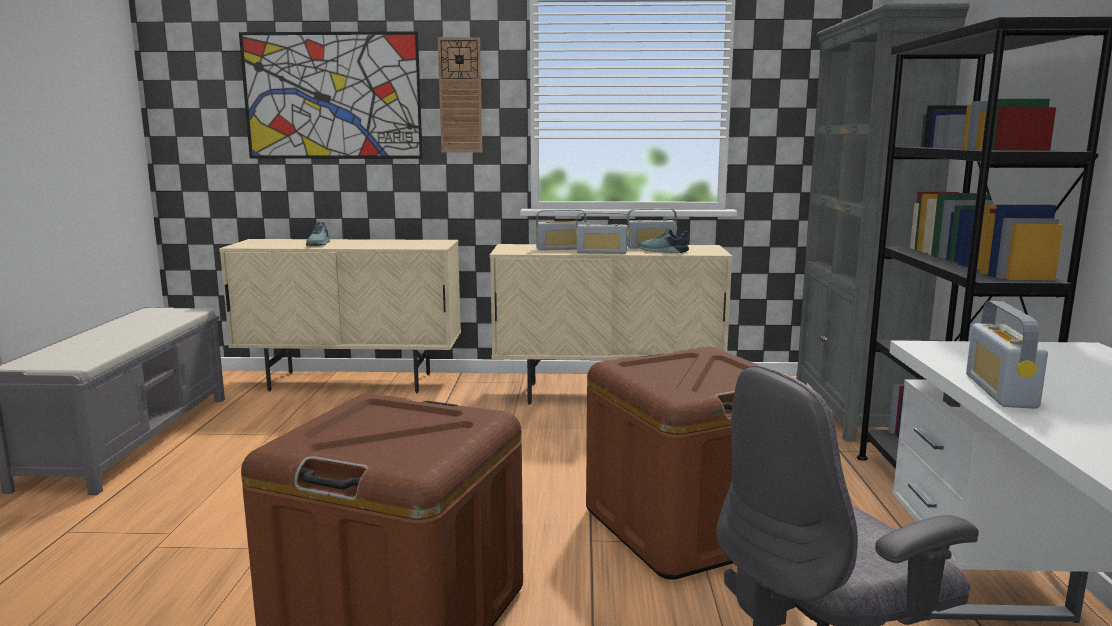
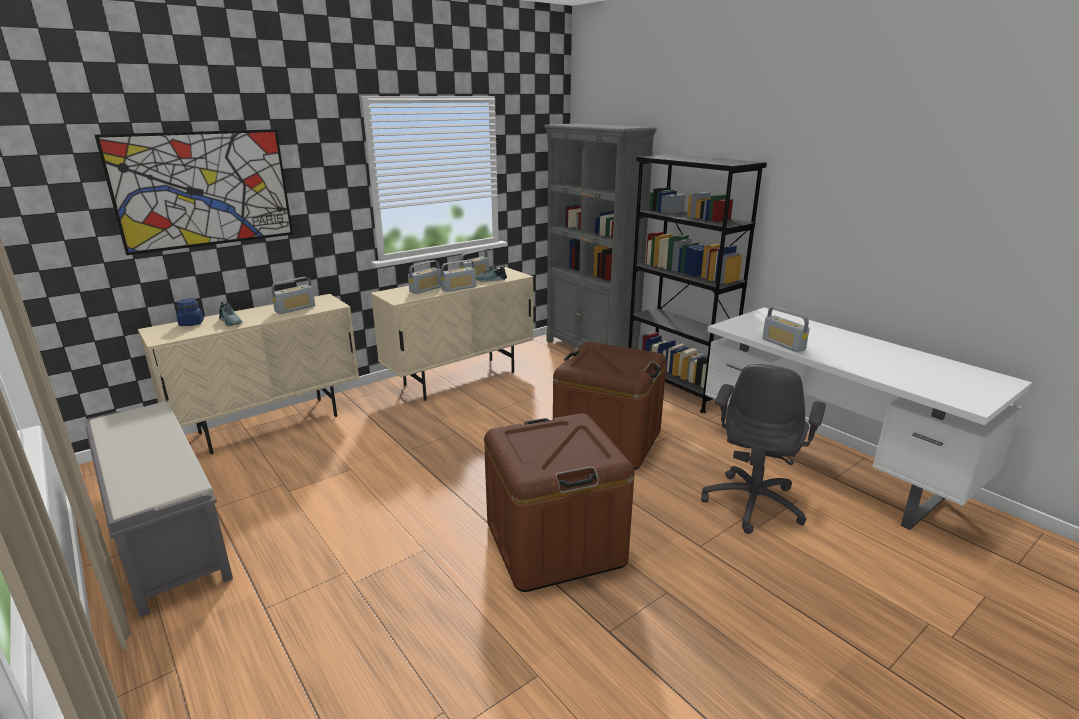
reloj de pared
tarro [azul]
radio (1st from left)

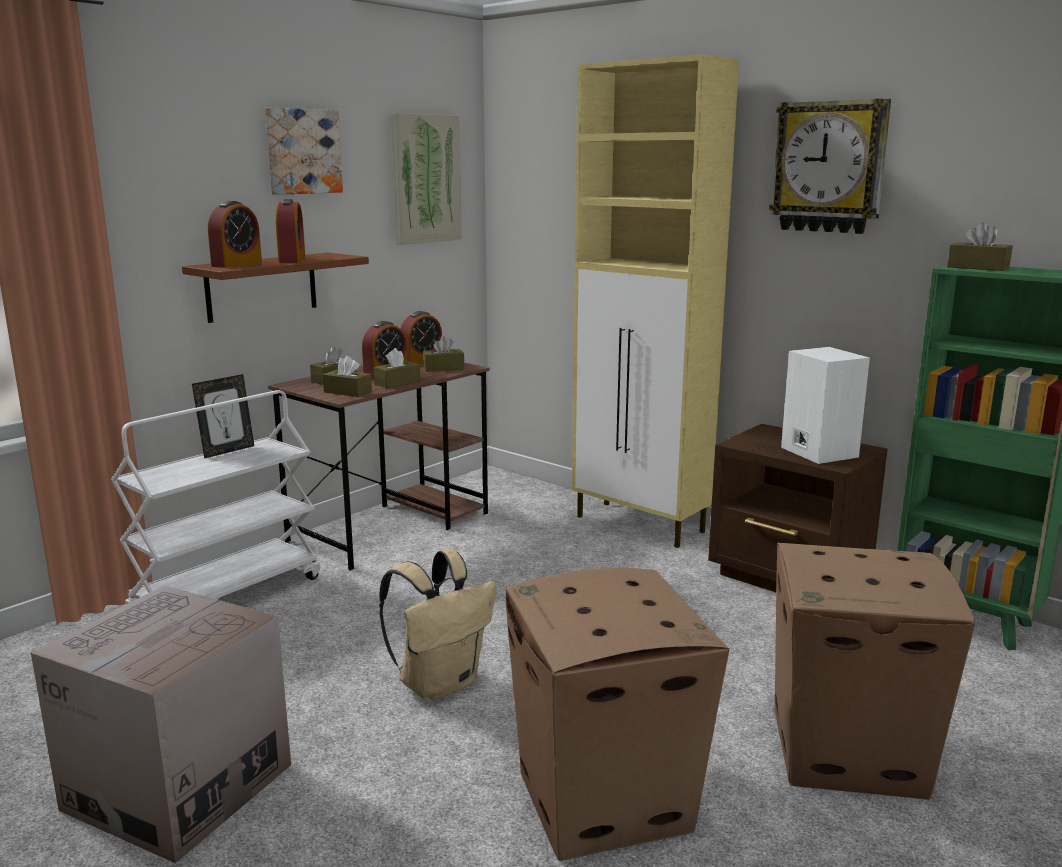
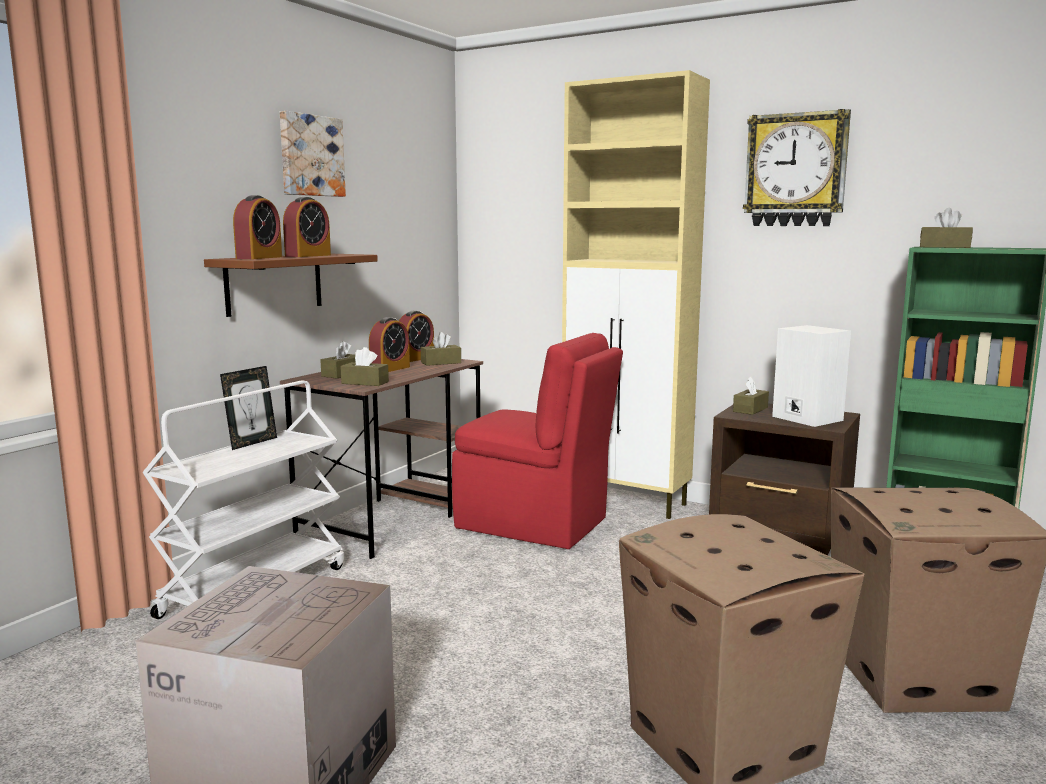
despertador (2nd from left)
caja de pañuelos [marrón] (4th from left)
mochila [beis]
cuadro (2nd from left in the first image)
silla [rojo]

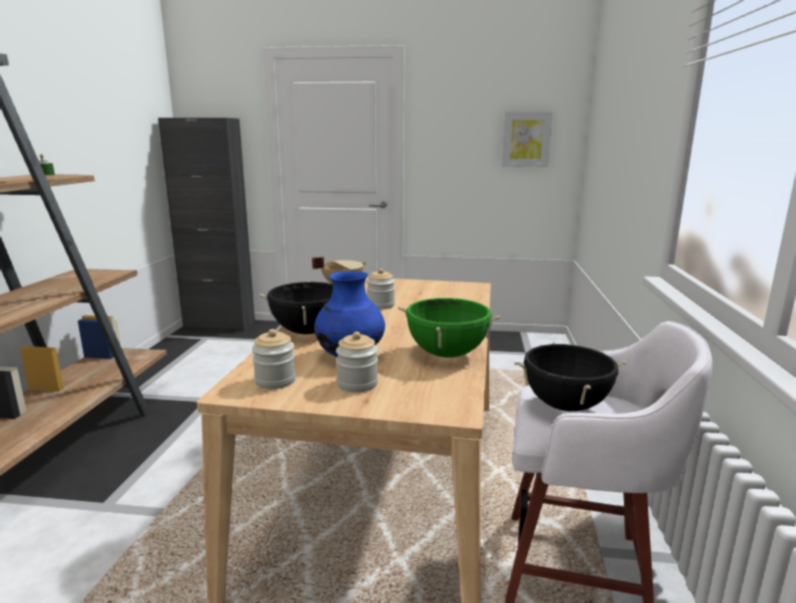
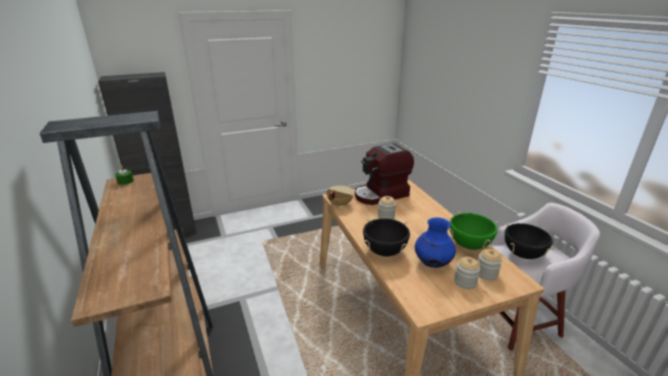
tarro (3rd from left)
cuadro
cafetera

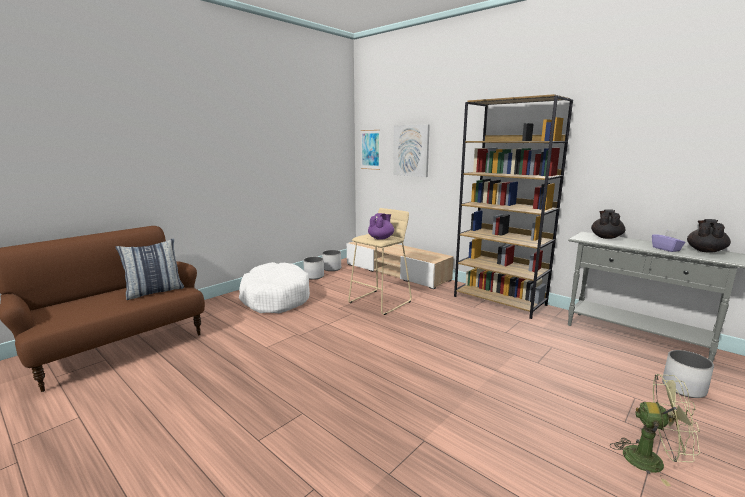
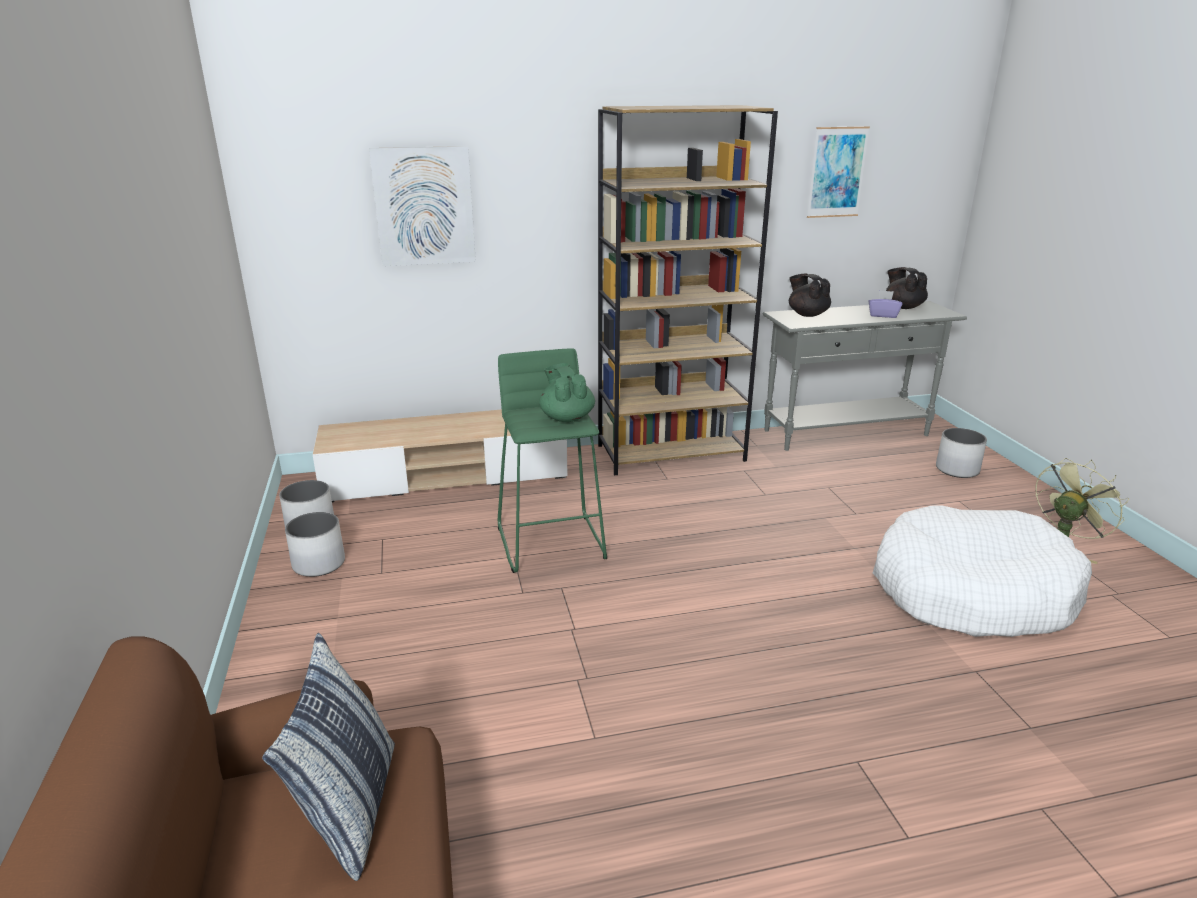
cama para perro [blanco]
taburete [verde]
cuadro (2nd from left)
tetera [verde]

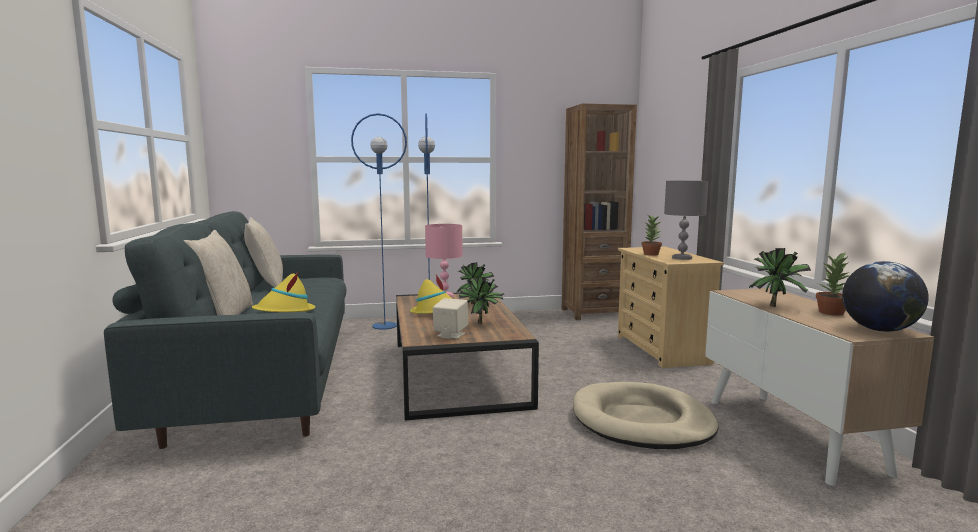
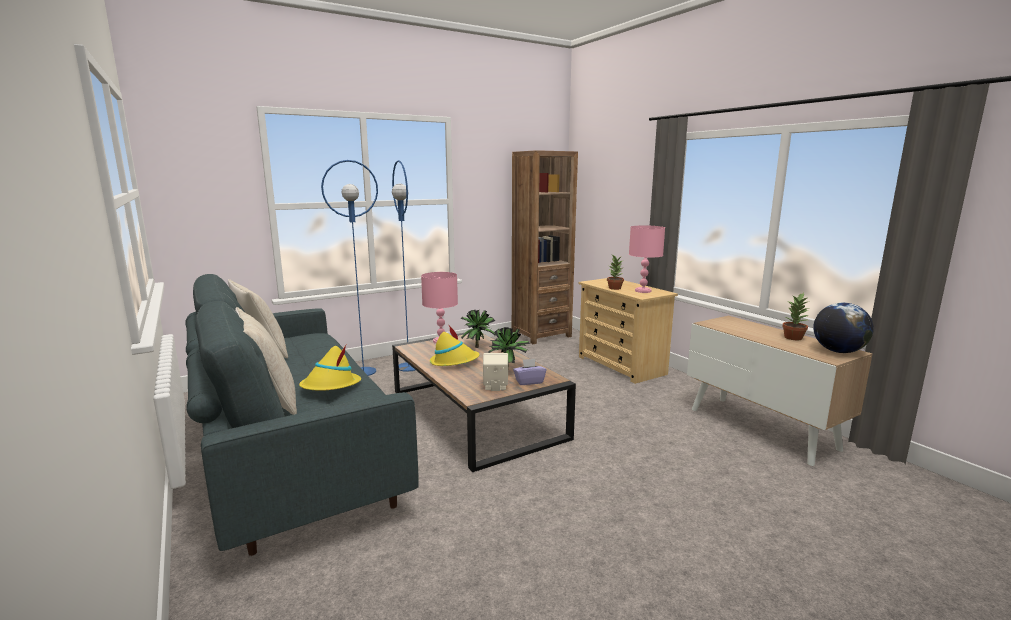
cama para perro [beis]
lámpara de mesa [rosa] (2nd from left)
planta en maceta (4th from left in the first image)
caja de pañuelos [morado]

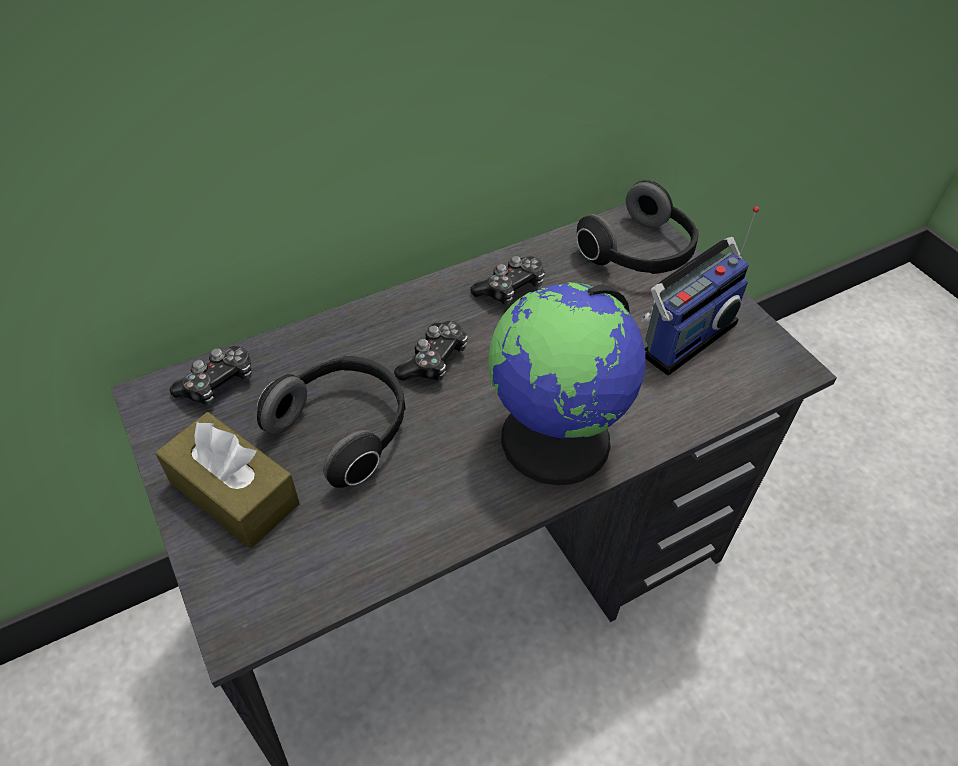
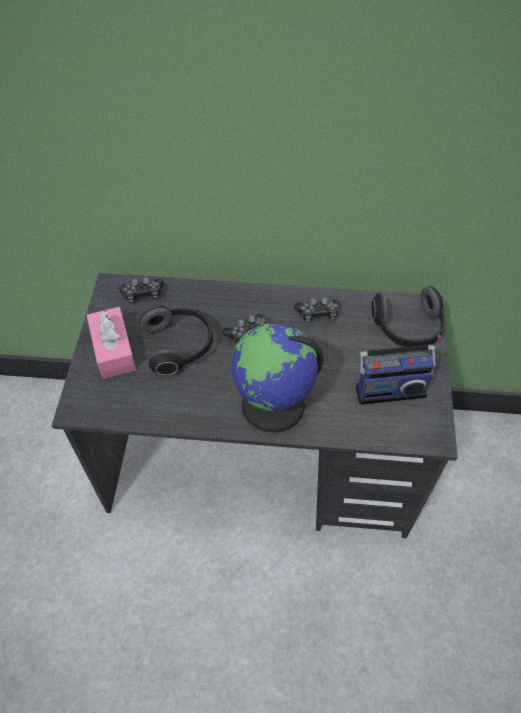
caja de pañuelos [rosa]

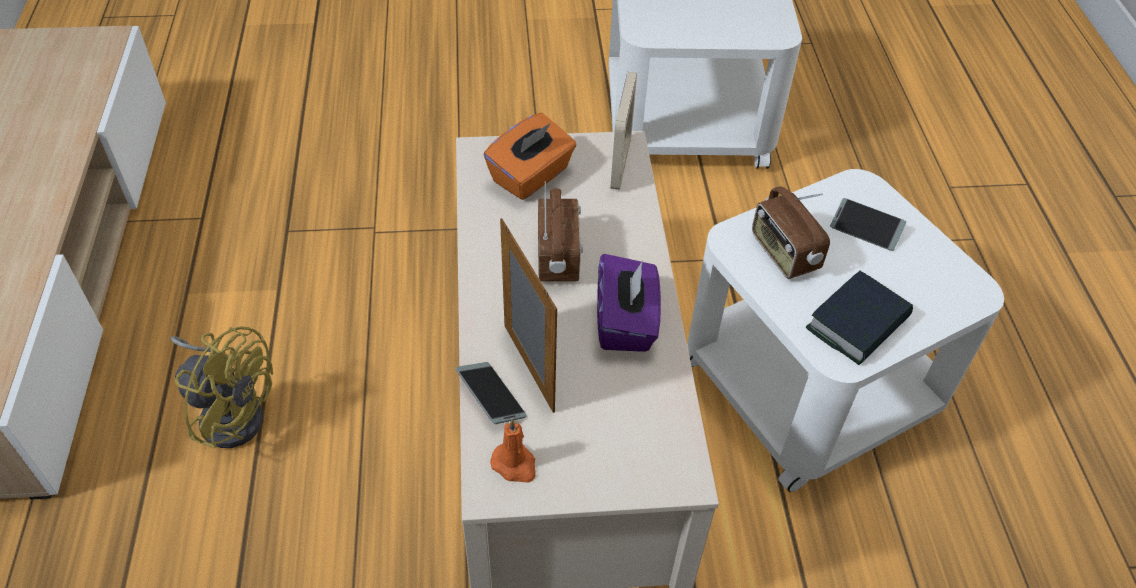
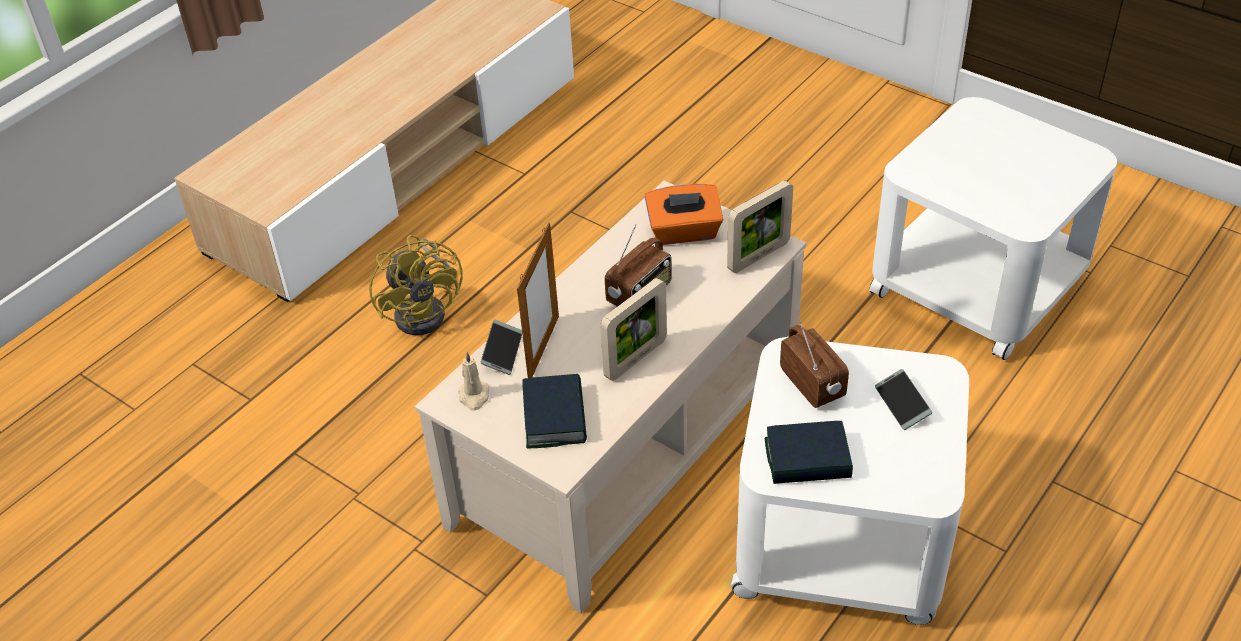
vela [beis]
portarretratos (2nd from left)
radio (2nd from left)
libro (1st from left)

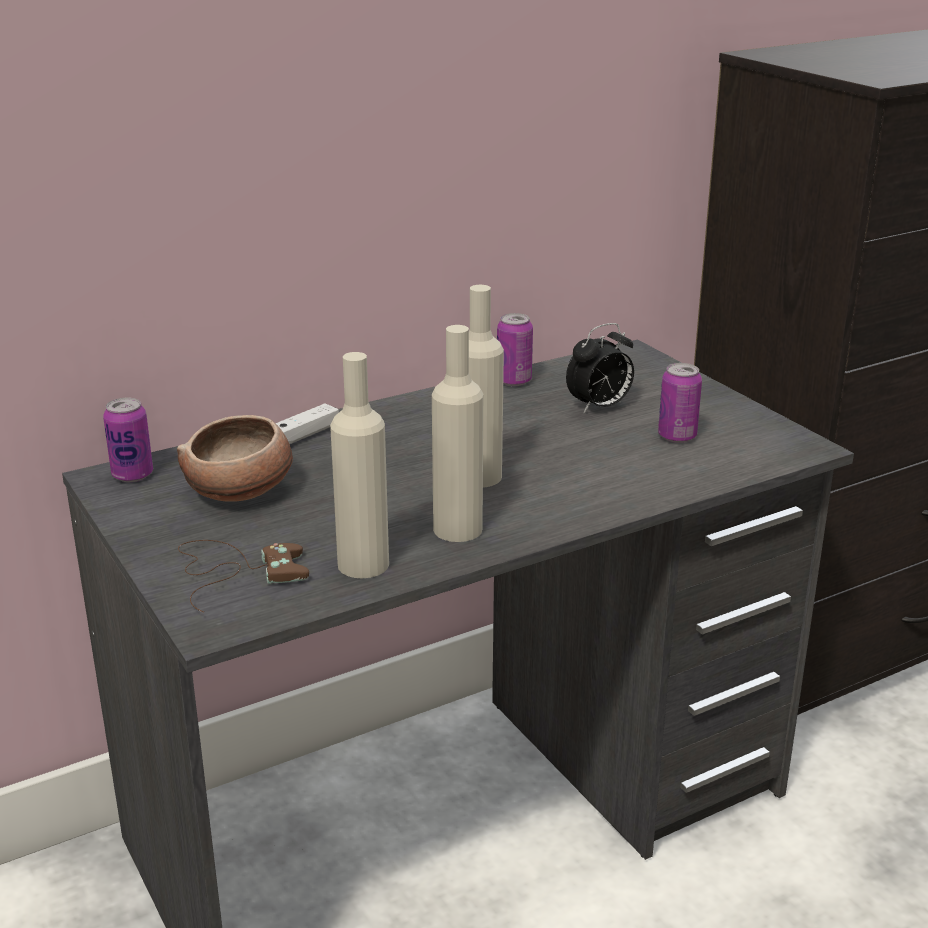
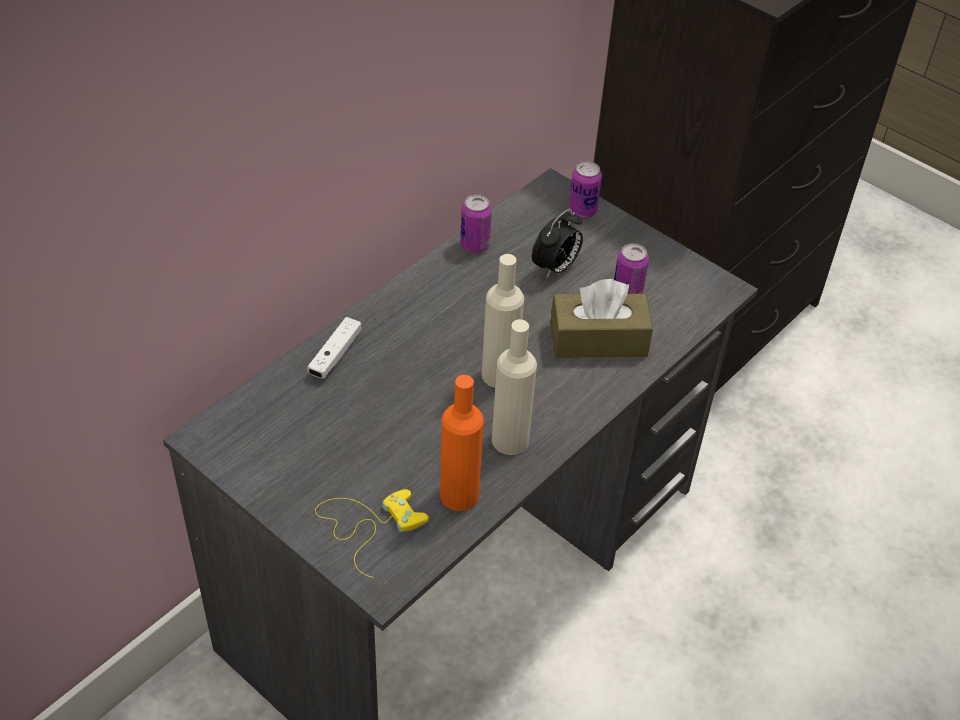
lata (2nd from left)
cuenco
mando de consola [amarillo]
botella [naranja]
caja de pañuelos [marrón]

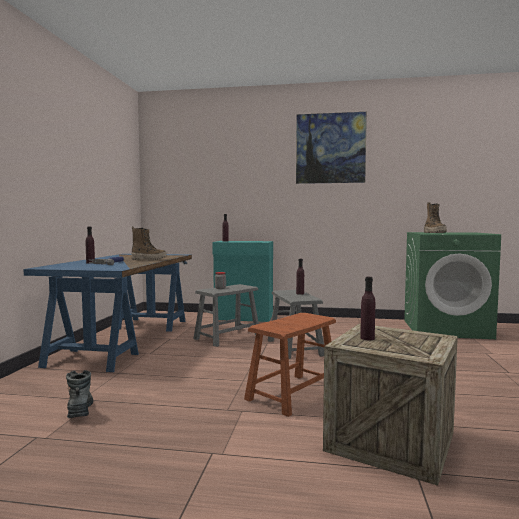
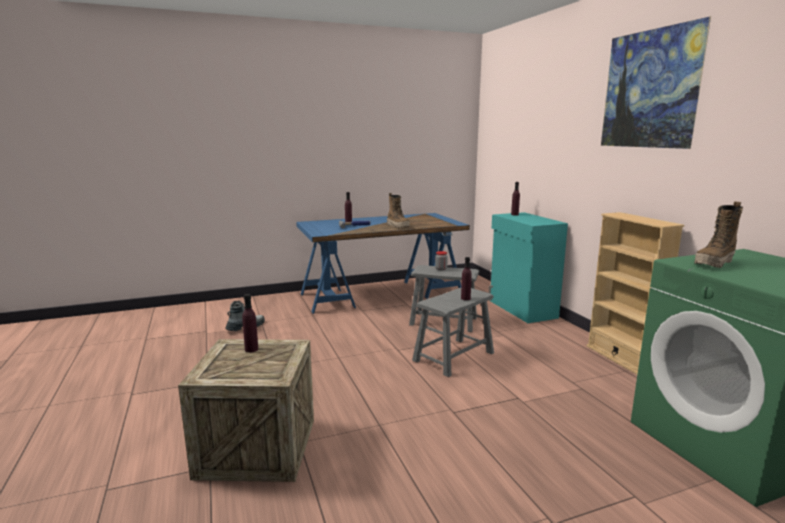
taburete [marrón]
estantería [beis]

